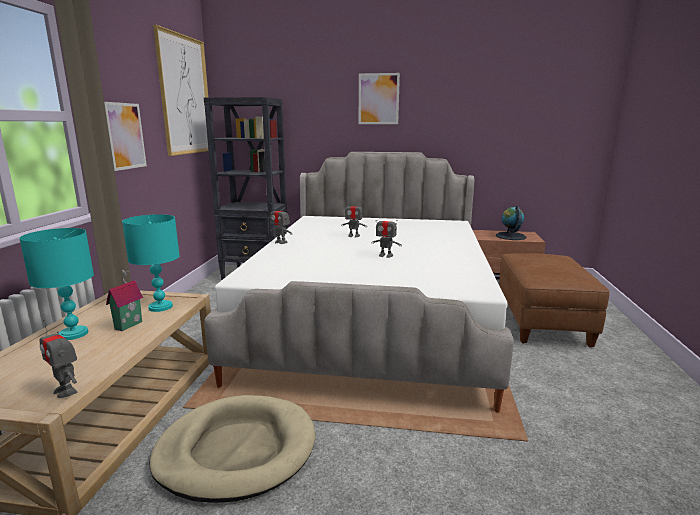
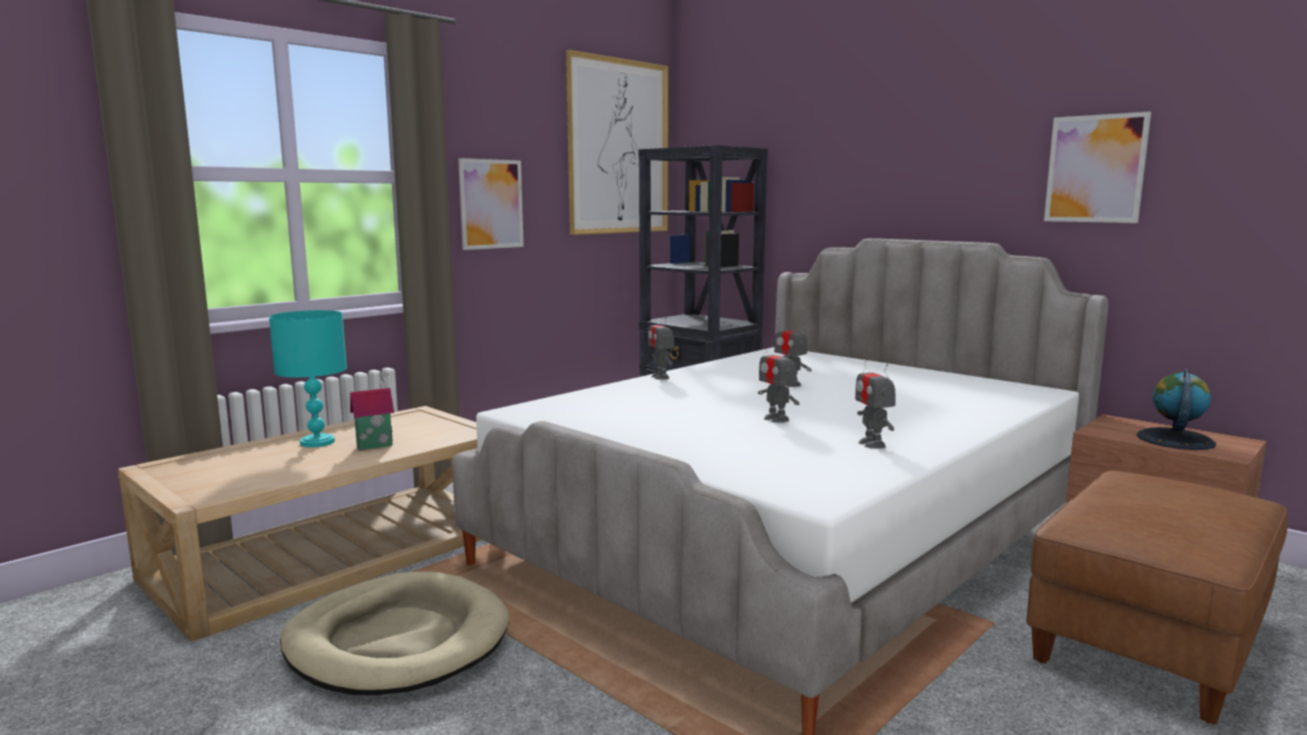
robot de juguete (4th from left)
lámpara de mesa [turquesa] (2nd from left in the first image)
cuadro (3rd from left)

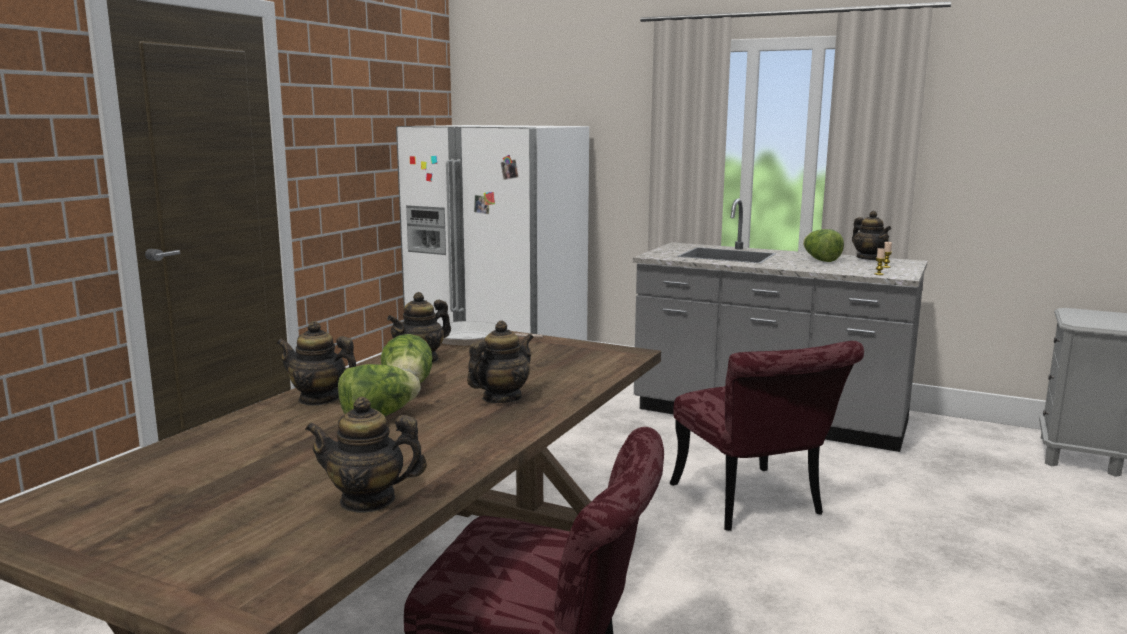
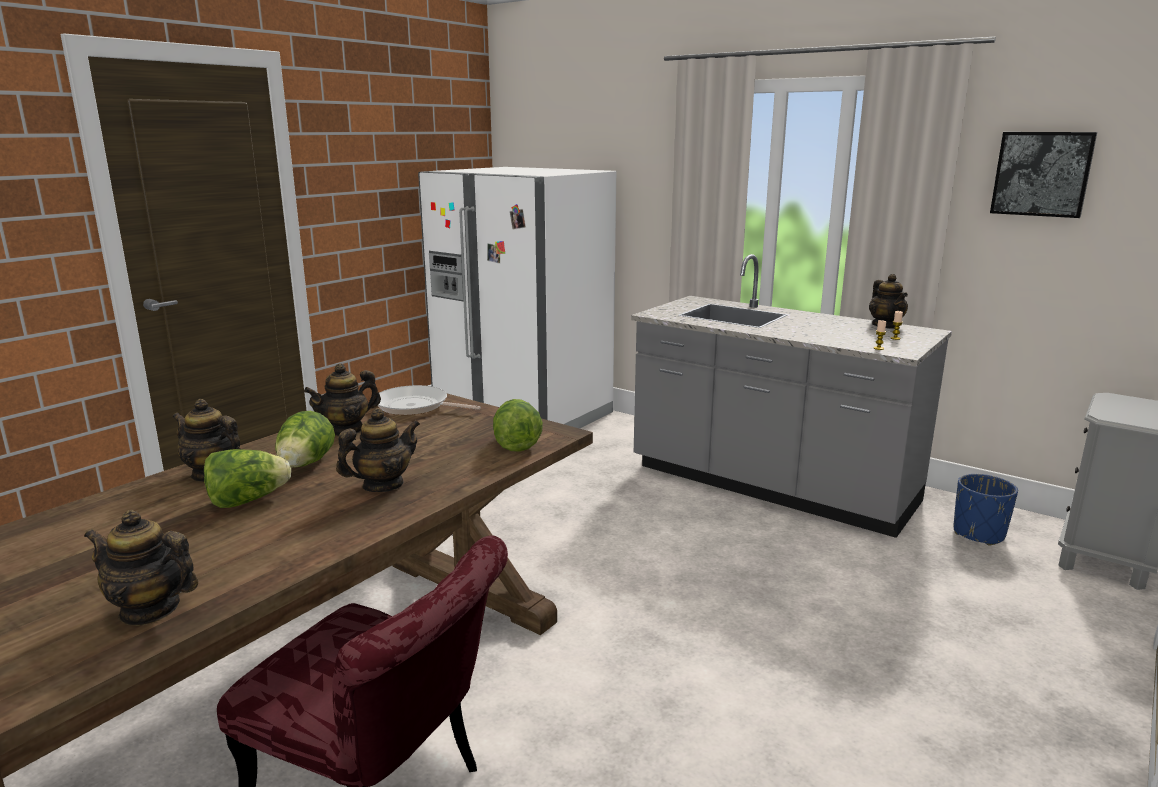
silla [rojo] (2nd from left in the first image)
lechuga (3rd from left)
maceta [azul]
cuadro

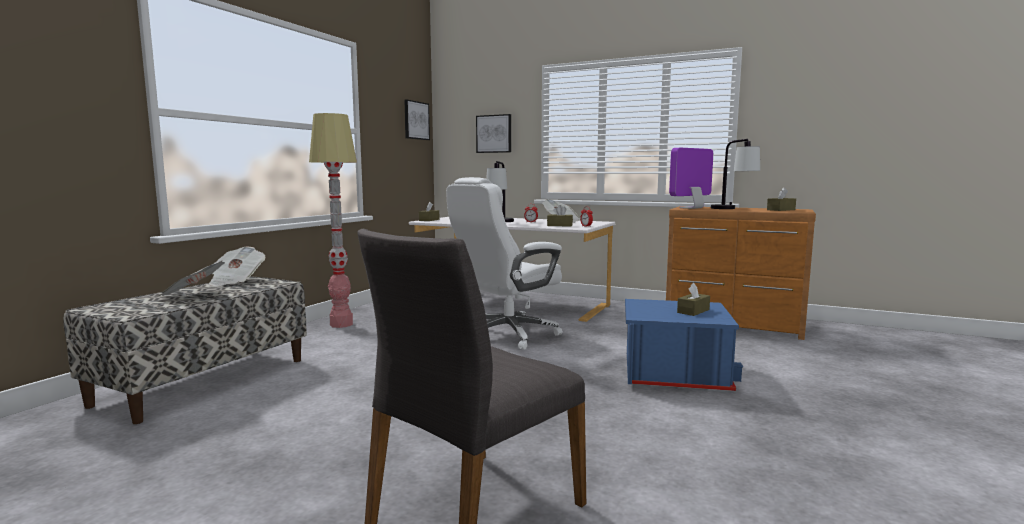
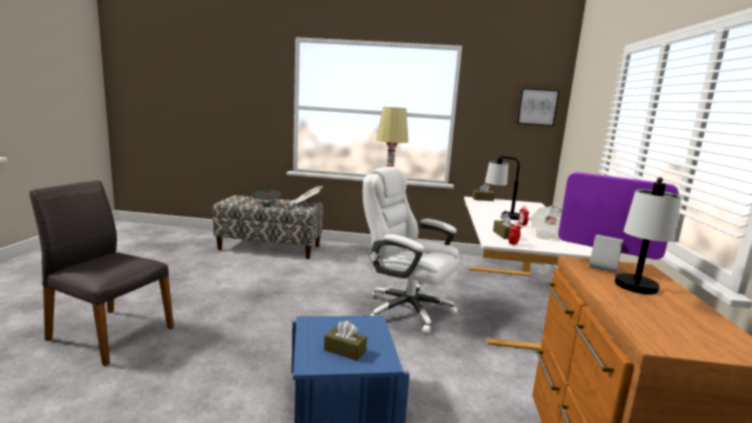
cuadro (2nd from left in the first image)
caja de pañuelos [marrón] (4th from left in the first image)

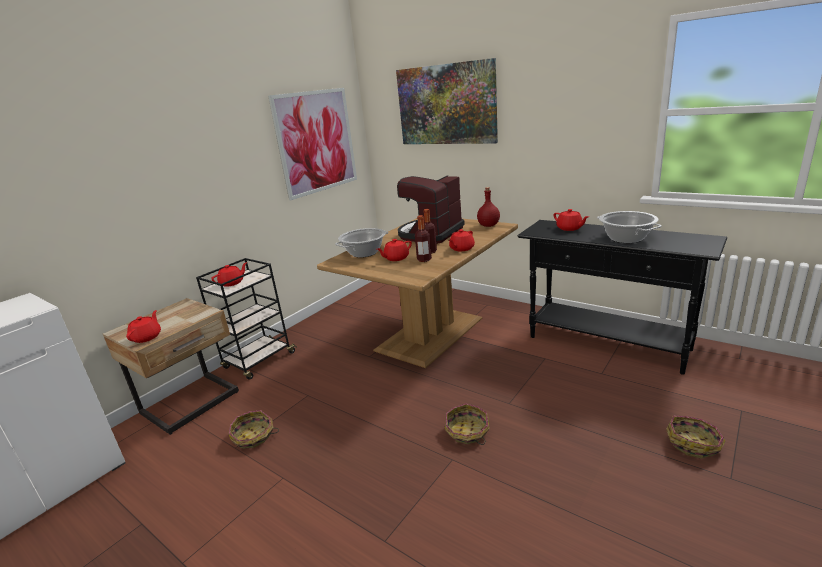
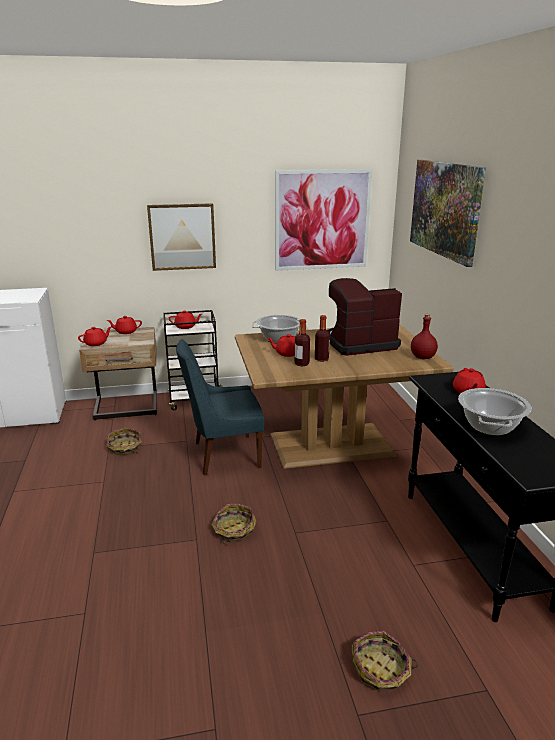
tetera [rojo] (2nd from left)
cuadro (1st from left)
silla [azul]

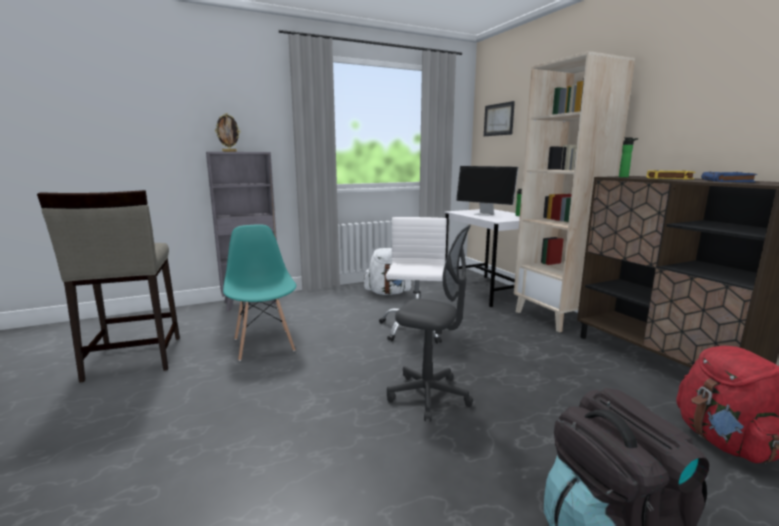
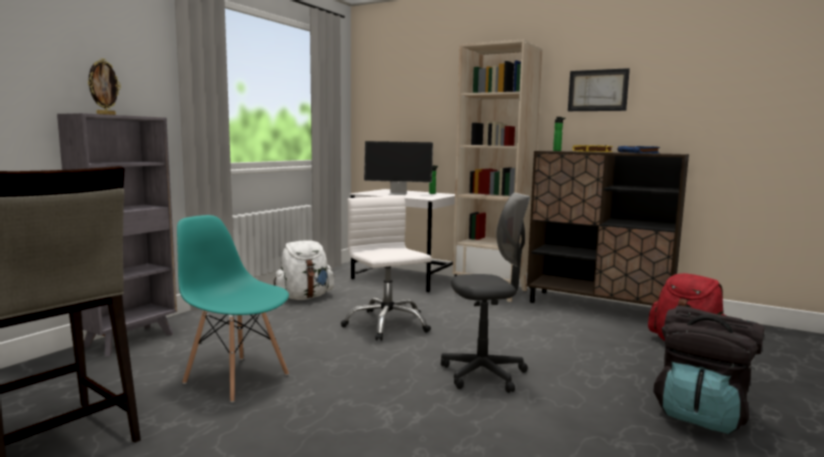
cuadro

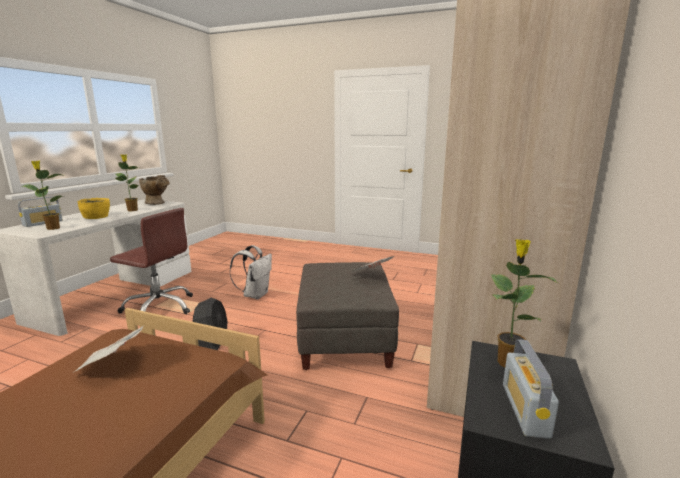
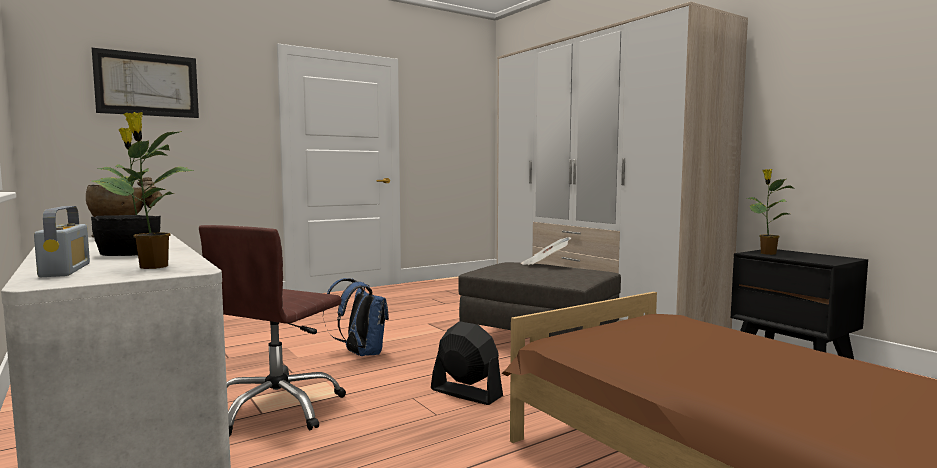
periódico (1st from left in the first image)
cuenco [negro]
silla de oficina [marrón]
mochila [azul]
radio (2nd from left in the first image)
cuadro

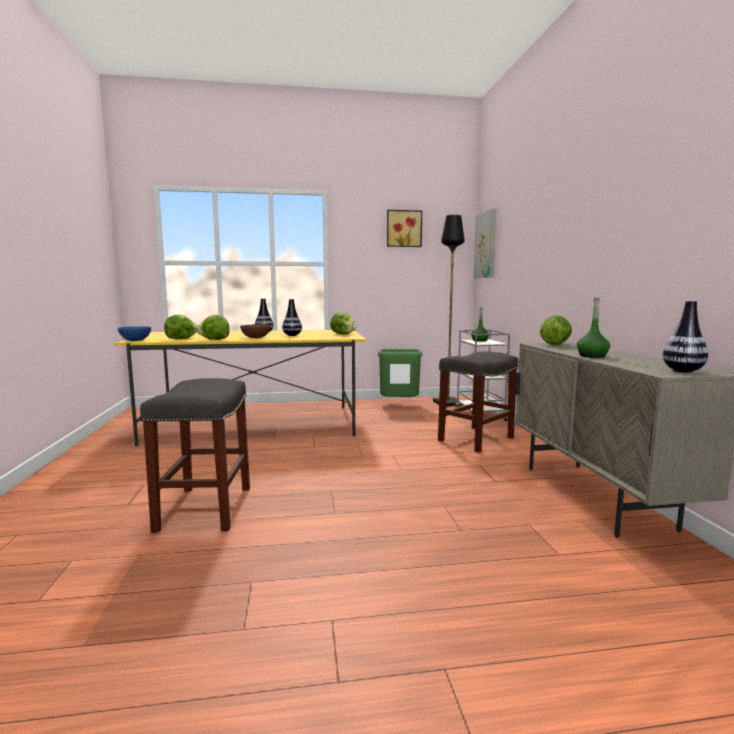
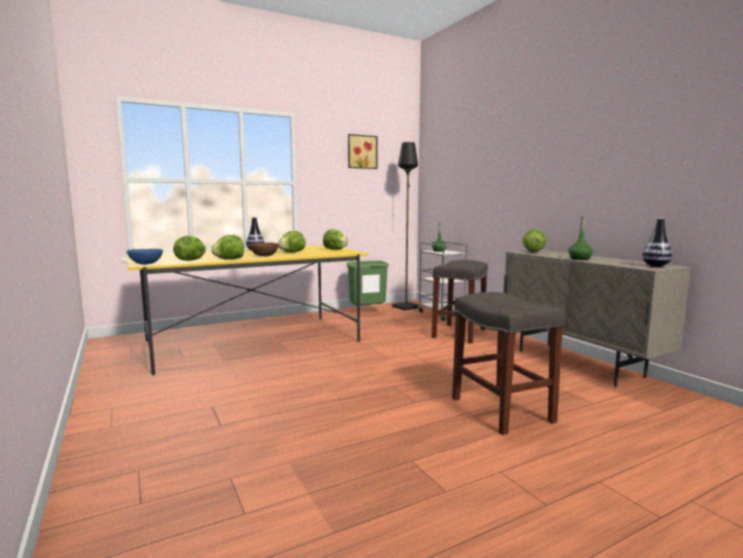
taburete [gris] (2nd from left)
lechuga (3rd from left)
cuadro (2nd from left in the first image)

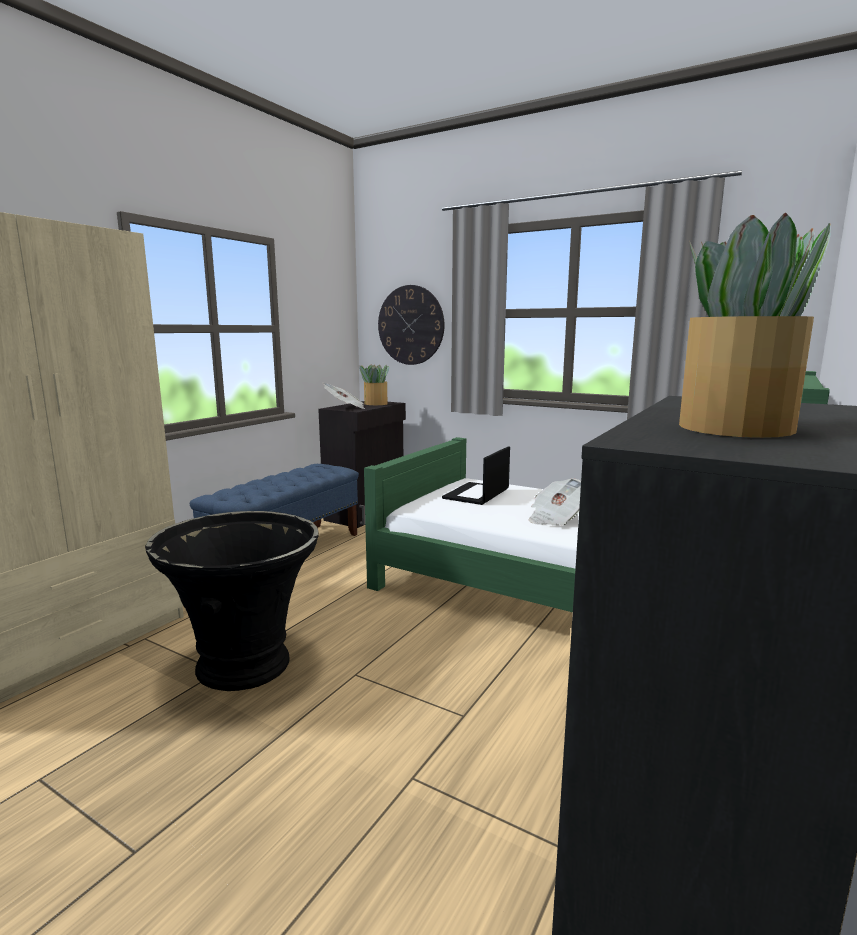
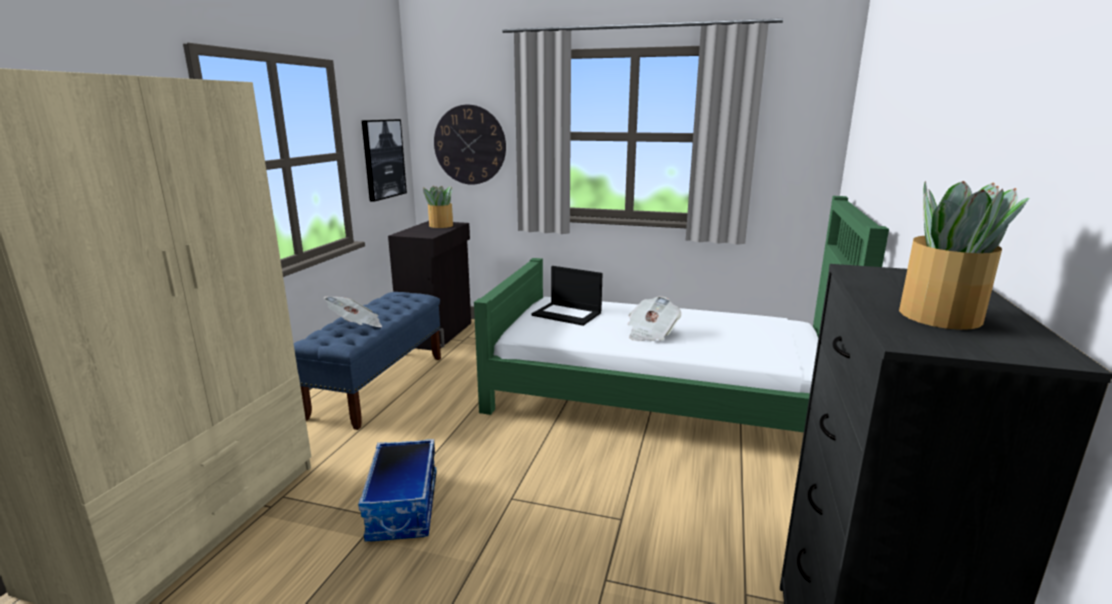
caja de almacenaje
periódico (1st from left)
portátil
cuadro

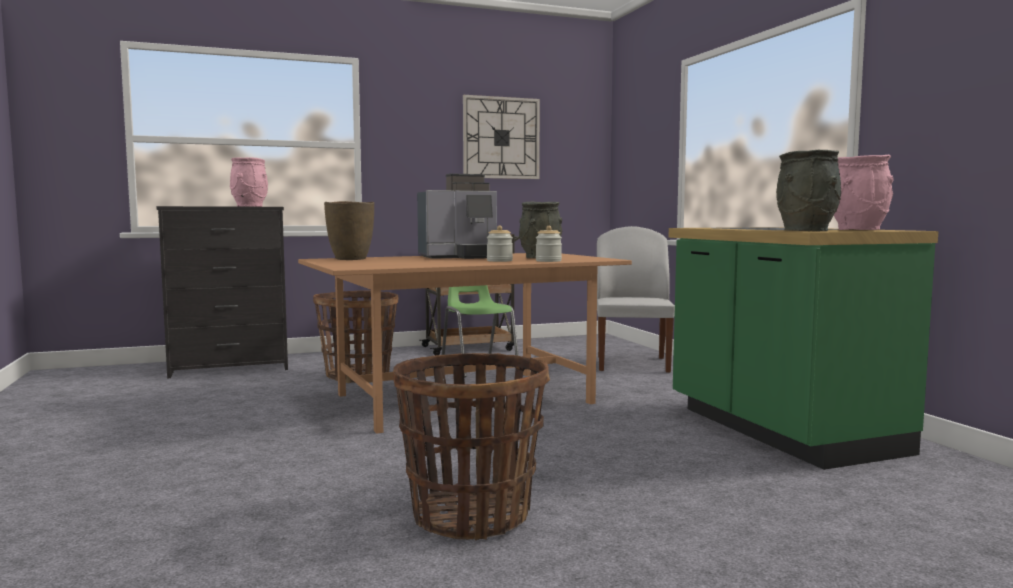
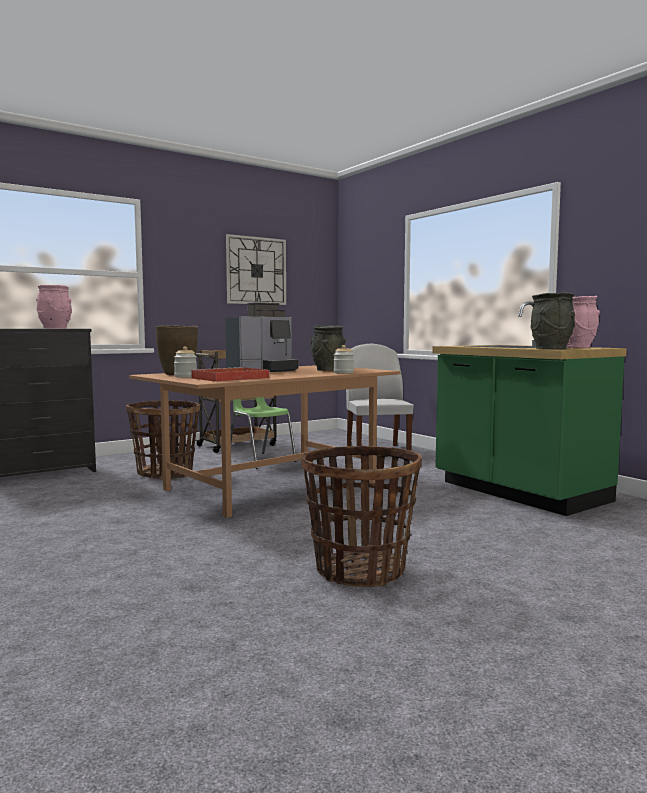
tarro (1st from left)
bandeja [rojo]

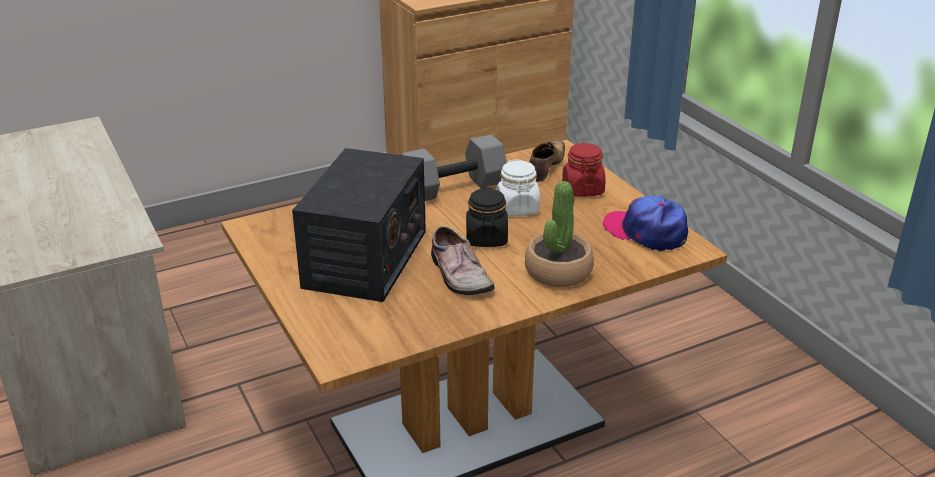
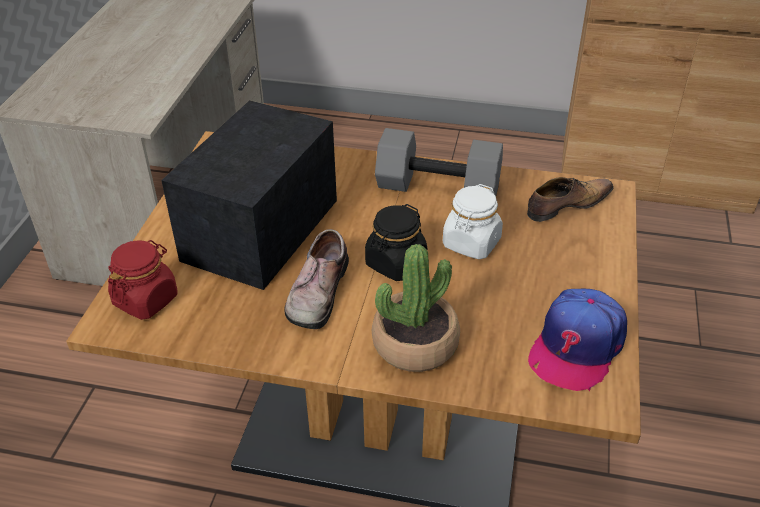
radio
tarro [rojo]
gorra

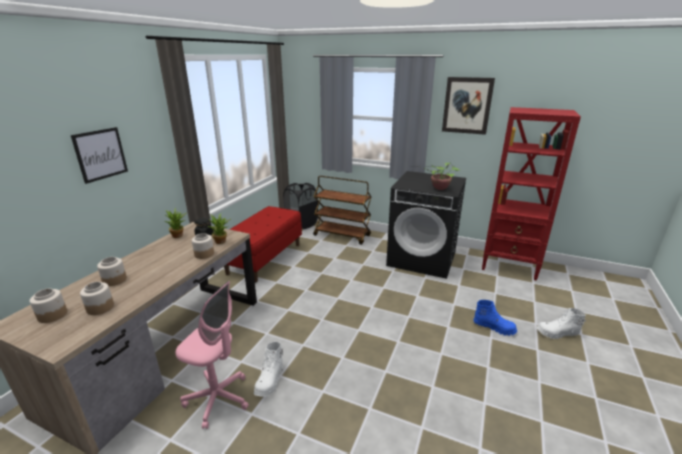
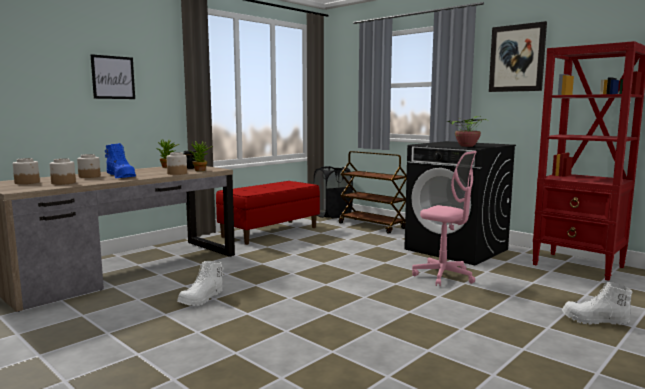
silla de oficina [rosa]
bota [azul]

